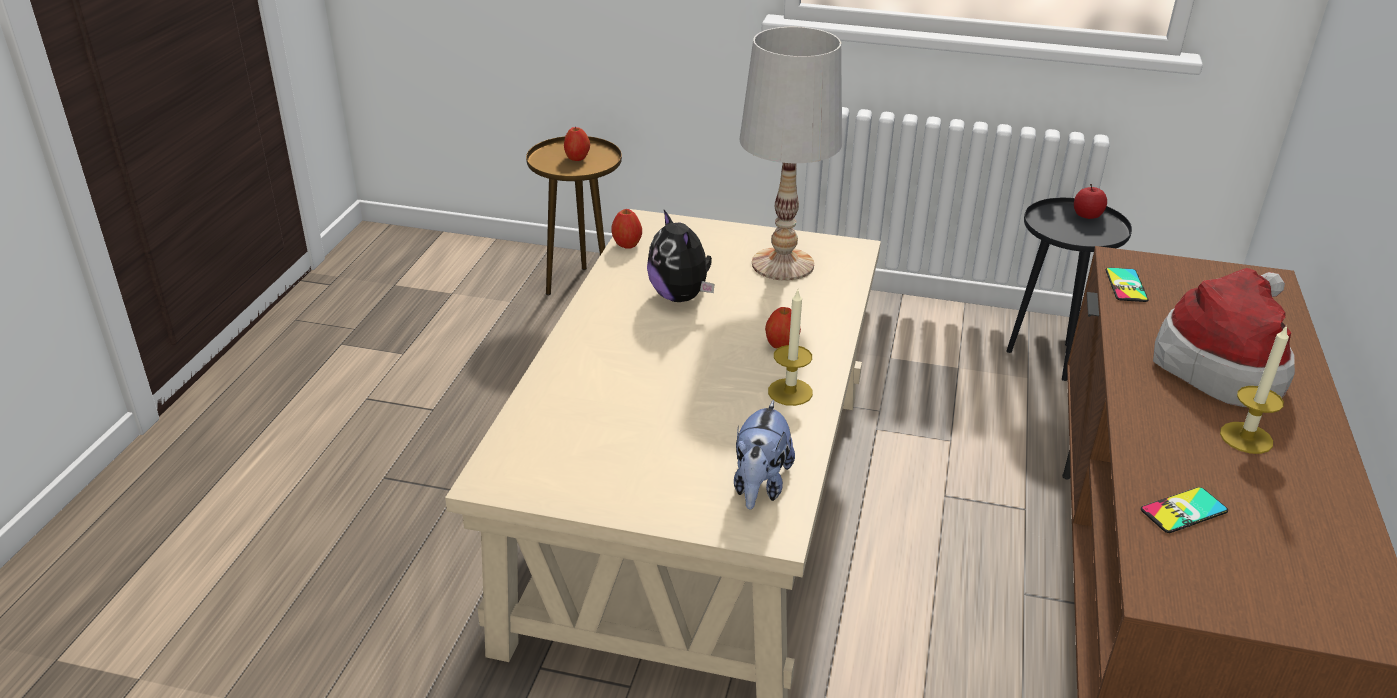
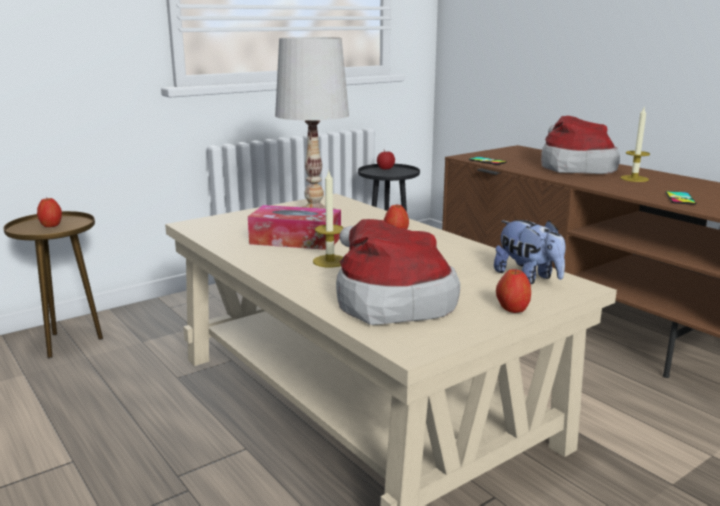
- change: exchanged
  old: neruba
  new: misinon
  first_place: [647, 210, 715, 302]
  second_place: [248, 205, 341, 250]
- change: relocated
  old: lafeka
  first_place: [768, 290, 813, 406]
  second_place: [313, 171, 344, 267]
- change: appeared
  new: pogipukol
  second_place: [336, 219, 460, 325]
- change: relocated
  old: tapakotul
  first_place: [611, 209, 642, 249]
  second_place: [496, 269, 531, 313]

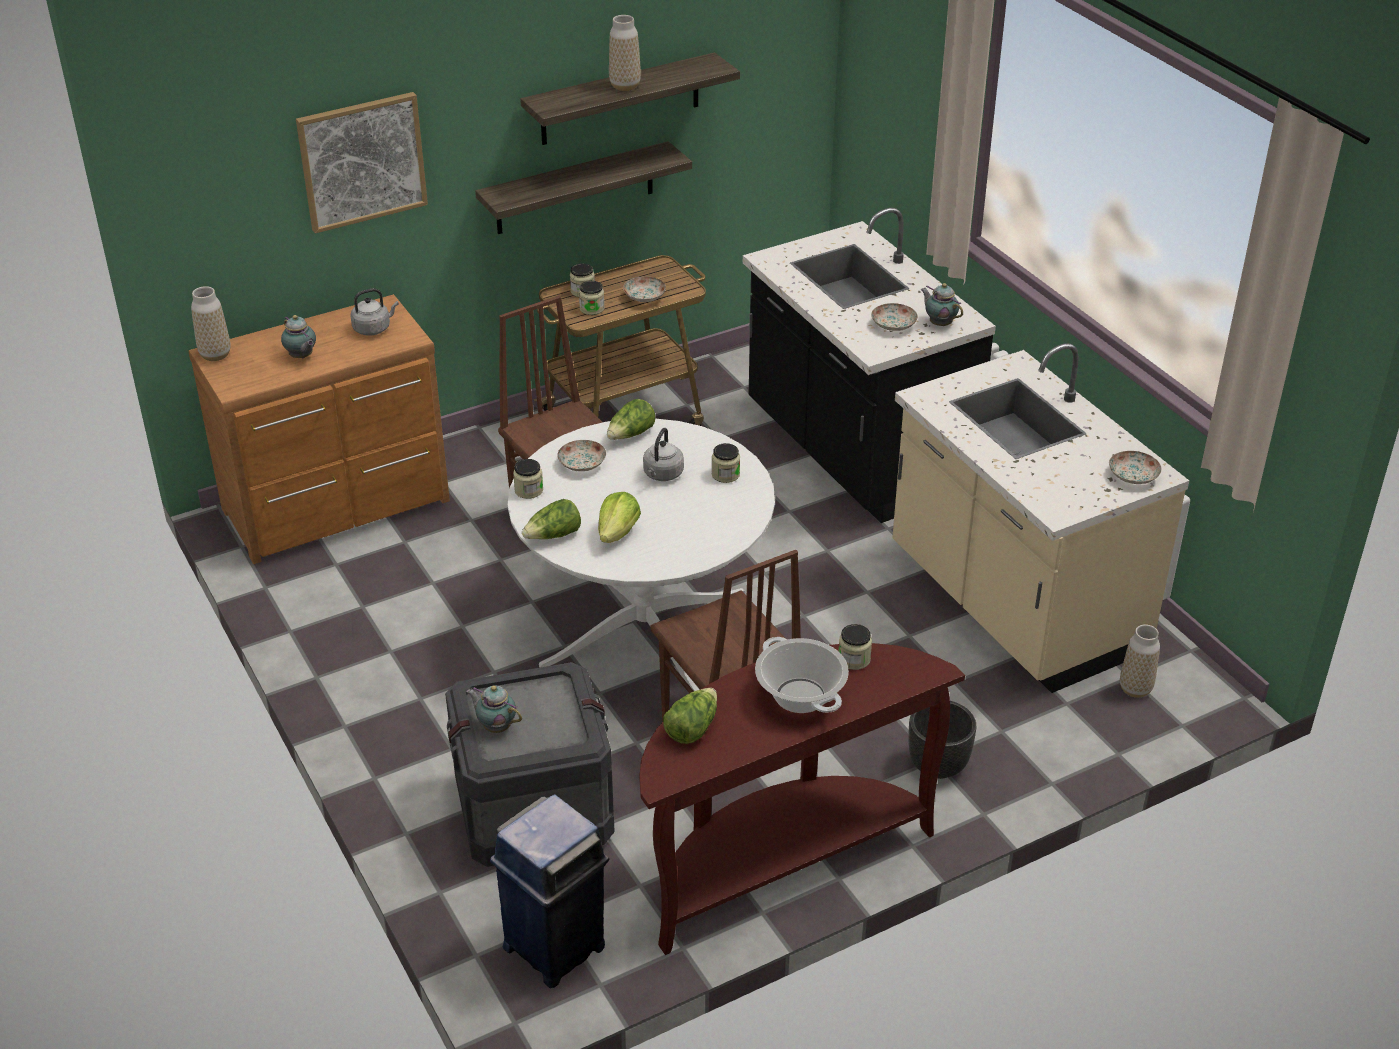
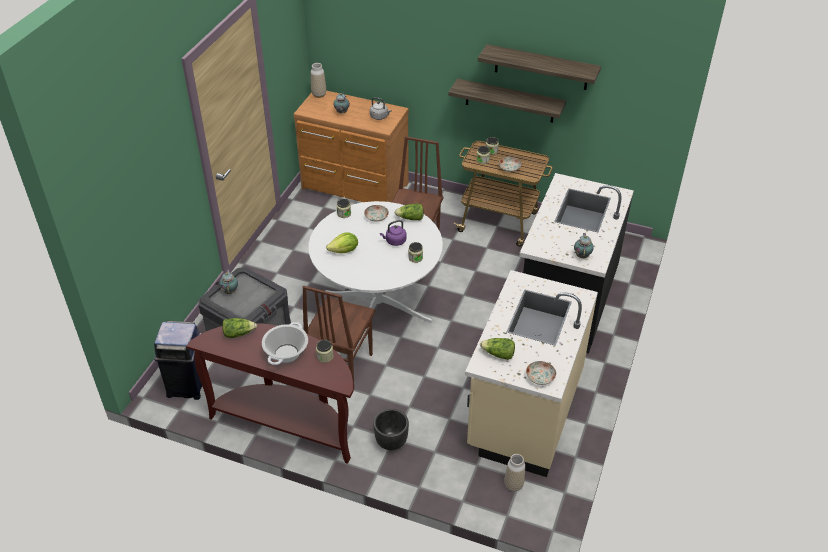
- change: colour
  old: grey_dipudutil
  new: purple_dipudutil
  first_place: [643, 428, 684, 481]
  second_place: [380, 220, 407, 246]
- change: relocated
  old: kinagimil
  first_place: [522, 499, 581, 539]
  second_place: [480, 338, 515, 360]
- change: missing
  old: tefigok
  first_place: [296, 92, 428, 234]
- change: missing
  old: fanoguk
  first_place: [609, 15, 641, 91]
- change: missing
  old: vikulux
  first_place: [871, 303, 918, 331]

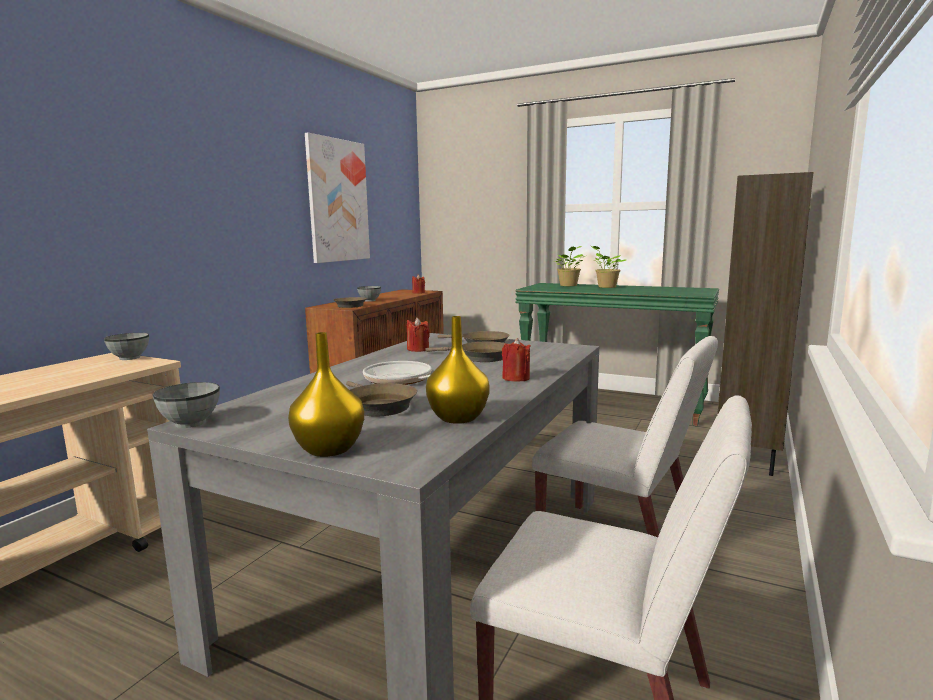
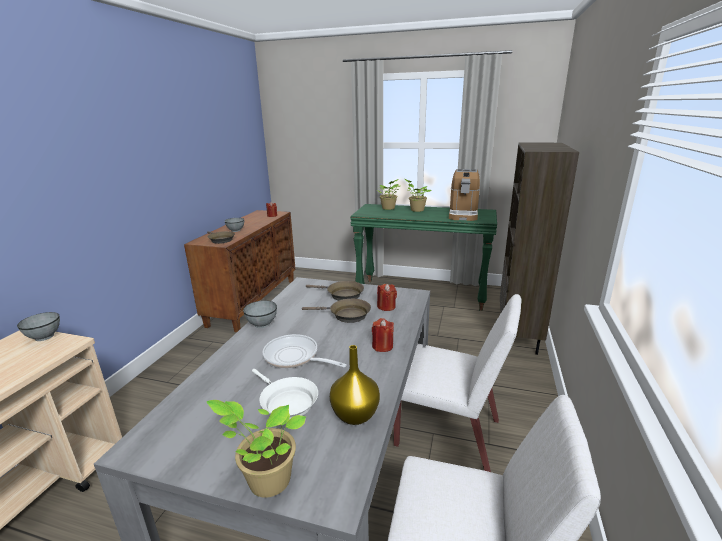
- change: exchanged
  old: yellow_fanoguk
  new: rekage
  first_place: [288, 332, 364, 457]
  second_place: [207, 400, 306, 498]
- change: relocated
  old: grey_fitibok
  first_place: [152, 382, 220, 428]
  second_place: [243, 300, 277, 328]
- change: colour
  old: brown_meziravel
  new: white_meziravel
  first_place: [346, 381, 417, 417]
  second_place: [252, 369, 318, 420]
- change: relocated
  old: red_lafeka
  first_place: [407, 317, 430, 352]
  second_place: [377, 284, 397, 311]
- change: appeared
  new: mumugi
  second_place: [449, 169, 480, 221]
- change: missing
  old: tefigok
  first_place: [305, 133, 370, 263]

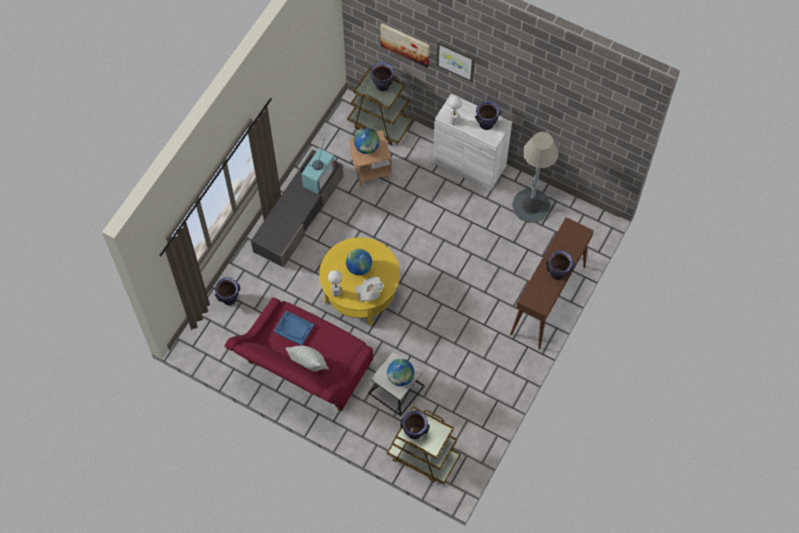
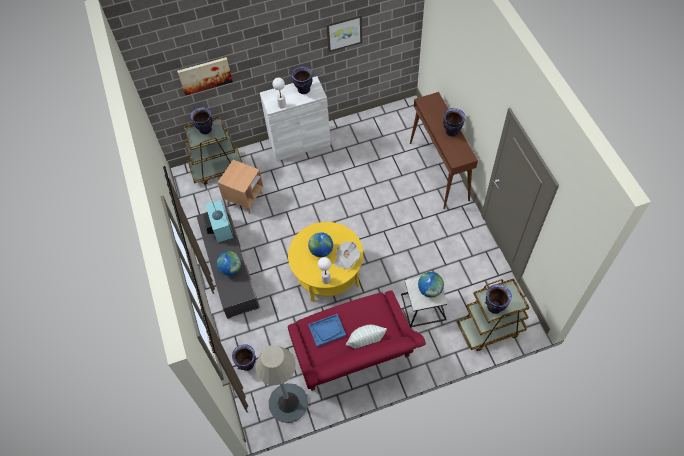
- change: relocated
  old: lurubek
  first_place: [354, 129, 379, 154]
  second_place: [216, 251, 241, 276]
- change: relocated
  old: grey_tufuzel
  first_place: [512, 132, 559, 223]
  second_place: [255, 345, 308, 423]
- change: relocated
  old: tefigok
  first_place: [436, 41, 475, 82]
  second_place: [326, 15, 362, 52]

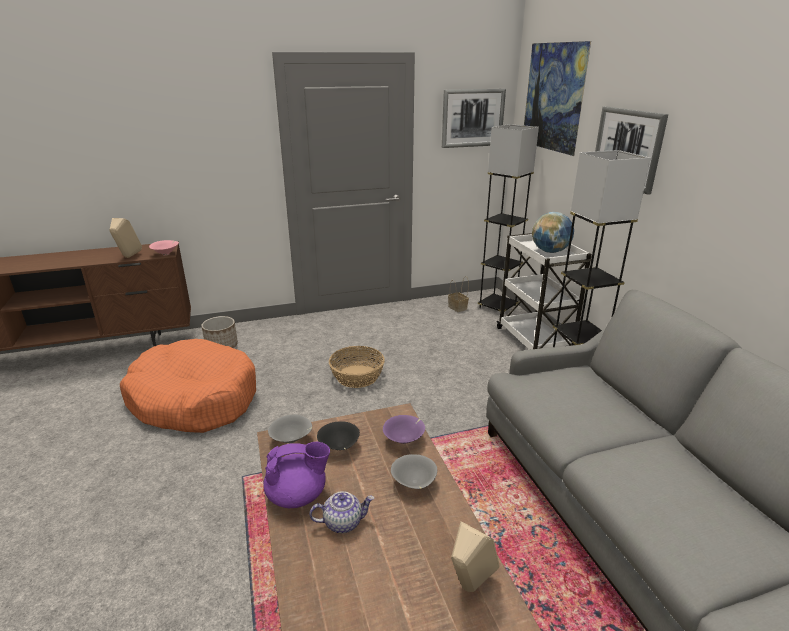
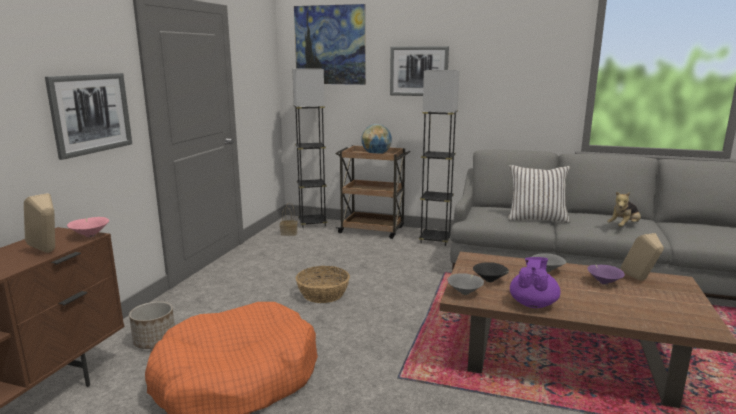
- change: relocated
  old: tefigok
  first_place: [442, 89, 506, 148]
  second_place: [45, 73, 132, 160]
- change: colour
  old: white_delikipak
  new: brown_delikipak
  first_place: [496, 233, 592, 350]
  second_place: [335, 145, 410, 239]
- change: appeared
  new: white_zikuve
  second_place: [508, 165, 570, 223]
- change: relocated
  old: purple_fitibok
  first_place: [383, 415, 425, 444]
  second_place: [587, 265, 625, 285]
- change: appeared
  new: neruba
  second_place: [607, 192, 641, 227]
- change: missing
  old: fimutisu
  first_place: [309, 491, 374, 533]

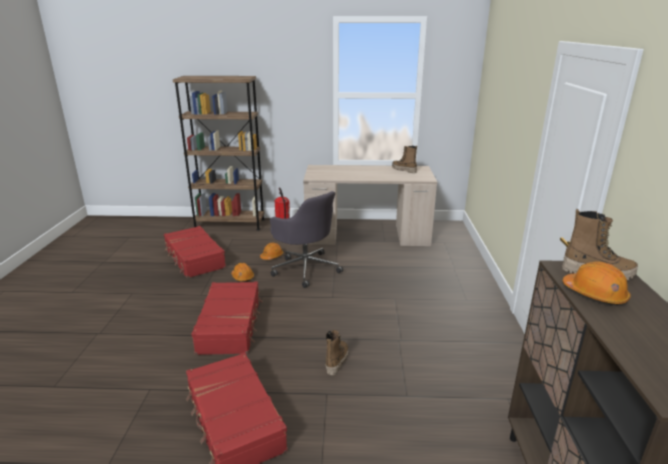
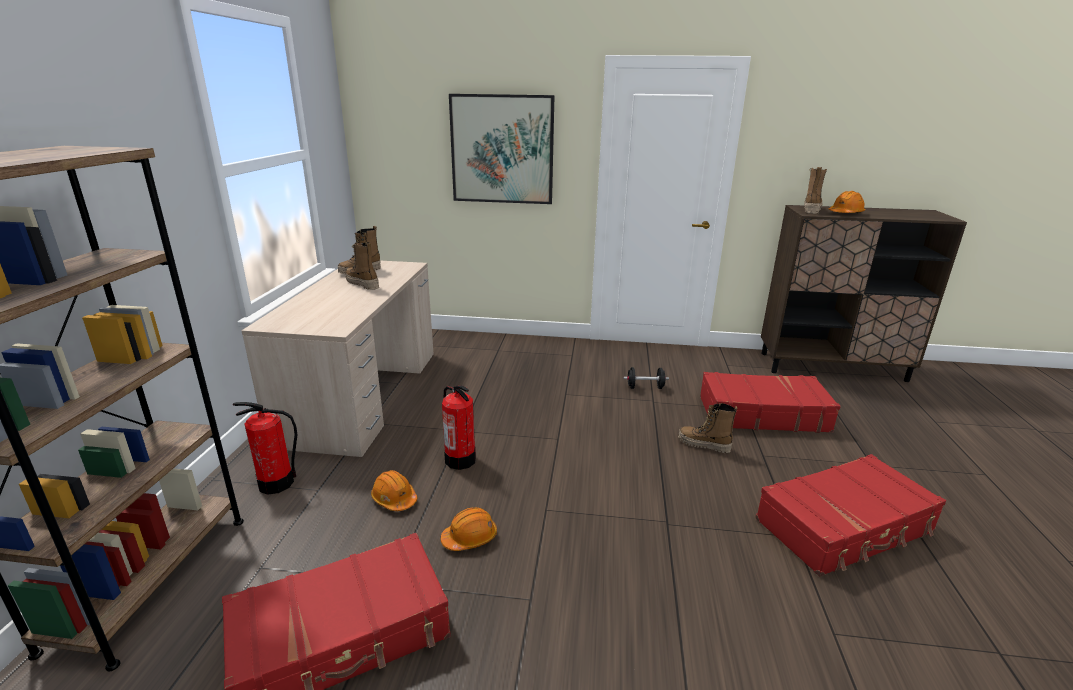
- change: appeared
  new: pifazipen
  second_place: [345, 242, 379, 290]
- change: exchanged
  old: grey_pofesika
  new: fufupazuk
  first_place: [270, 191, 343, 288]
  second_place: [442, 385, 476, 470]
- change: appeared
  new: tefigok
  second_place: [449, 94, 555, 204]
- change: appeared
  new: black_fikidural
  second_place: [623, 367, 669, 389]
- change: relocated
  old: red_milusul
  first_place: [192, 281, 262, 355]
  second_place: [700, 372, 841, 433]

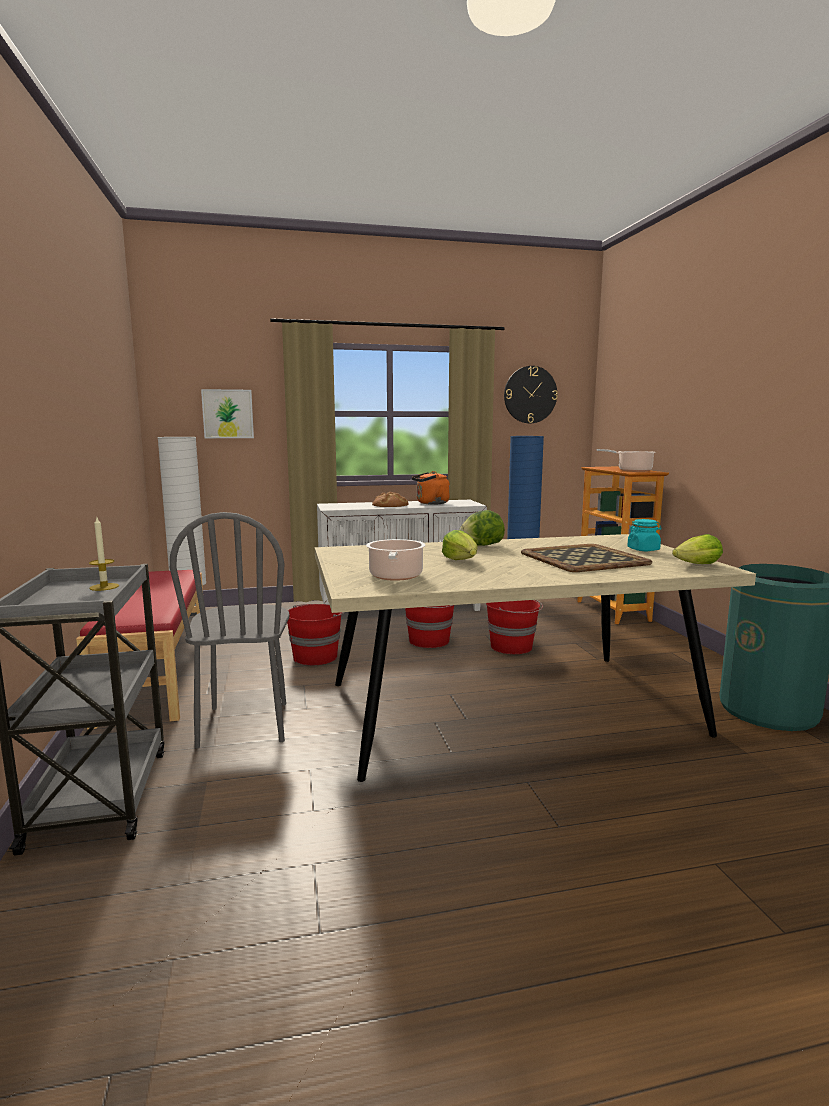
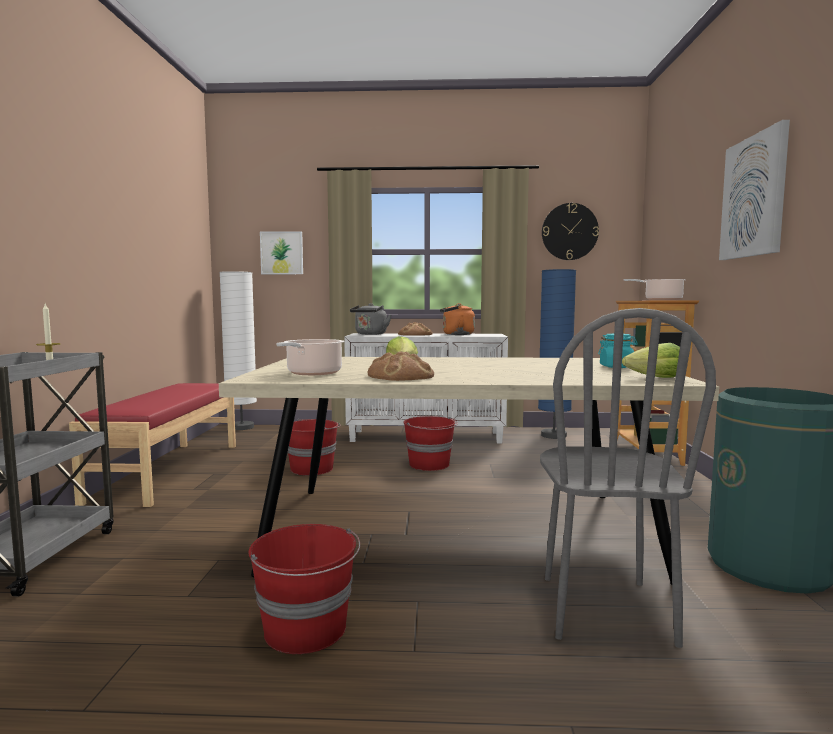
- change: relocated
  old: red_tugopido
  first_place: [486, 600, 543, 654]
  second_place: [249, 524, 360, 654]
- change: appeared
  new: grey_dipudutil
  second_place: [350, 303, 391, 335]
- change: appeared
  new: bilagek
  second_place: [367, 351, 434, 381]
- change: relocated
  old: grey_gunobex
  first_place: [170, 512, 290, 748]
  second_place: [540, 308, 716, 648]
- change: appeared
  new: tefigok
  second_place: [719, 120, 790, 260]
- change: missing
  old: kinagimil
  first_place: [459, 510, 505, 546]
- change: missing
  old: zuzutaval
  first_place: [521, 544, 652, 572]

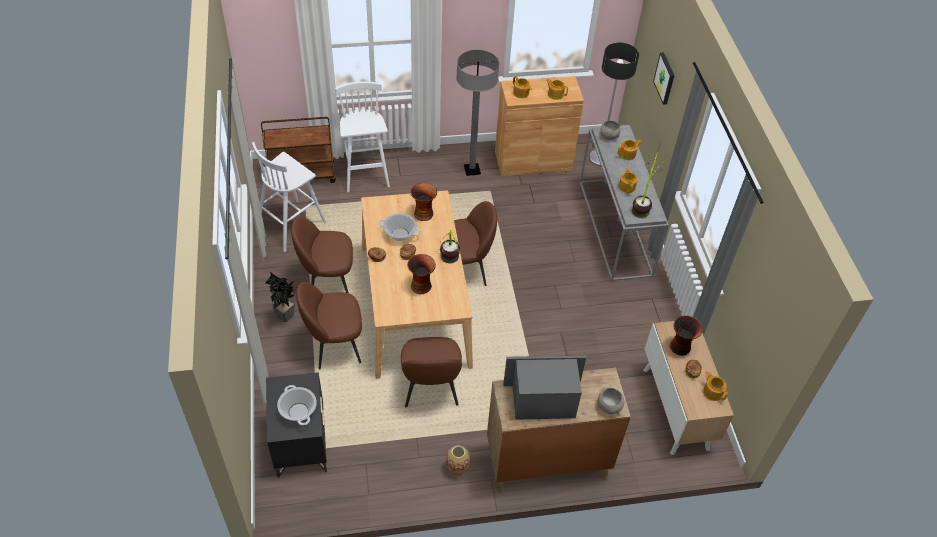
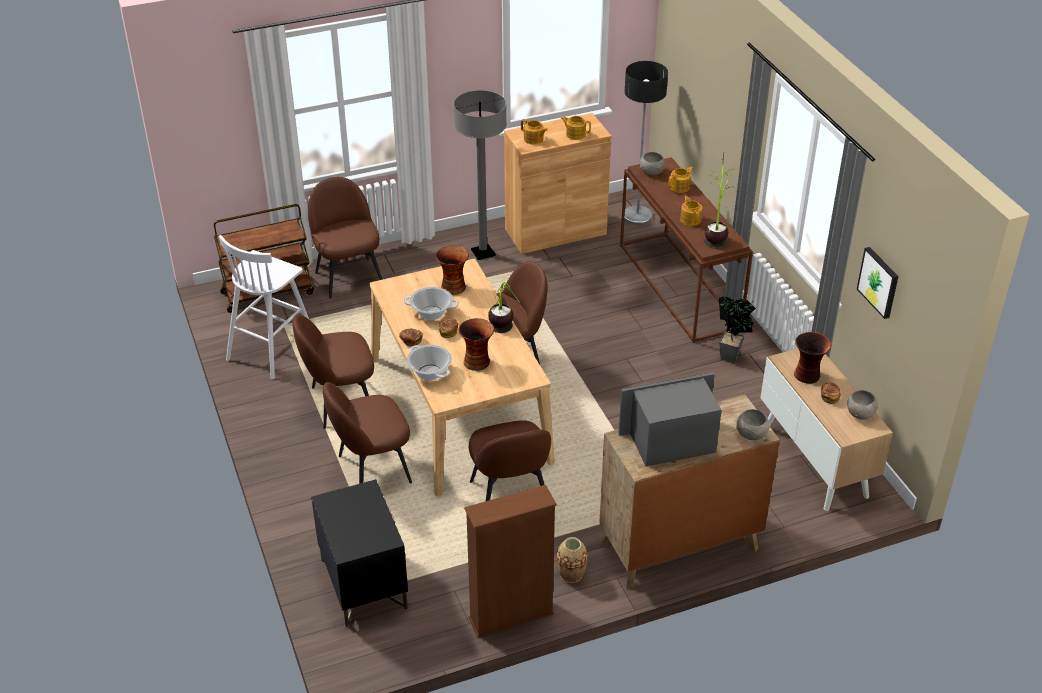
- change: exchanged
  old: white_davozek
  new: brown_gunobex
  first_place: [335, 81, 390, 192]
  second_place: [308, 177, 383, 299]
- change: relocated
  old: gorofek
  first_place: [277, 385, 317, 425]
  second_place: [406, 345, 452, 380]
- change: appeared
  new: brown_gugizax
  second_place: [464, 485, 557, 638]
- change: colour
  old: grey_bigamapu
  new: brown_bigamapu
  first_place: [579, 125, 669, 282]
  second_place: [620, 157, 753, 343]
- change: relocated
  old: rekage
  first_place: [265, 272, 295, 323]
  second_place: [719, 297, 756, 363]
- change: exchanged
  old: fimutisu
  new: grey_fitibok
  first_place: [703, 372, 728, 401]
  second_place: [847, 390, 878, 420]
- change: relocated
  old: tefigok
  first_place: [653, 52, 674, 105]
  second_place: [857, 247, 899, 319]

